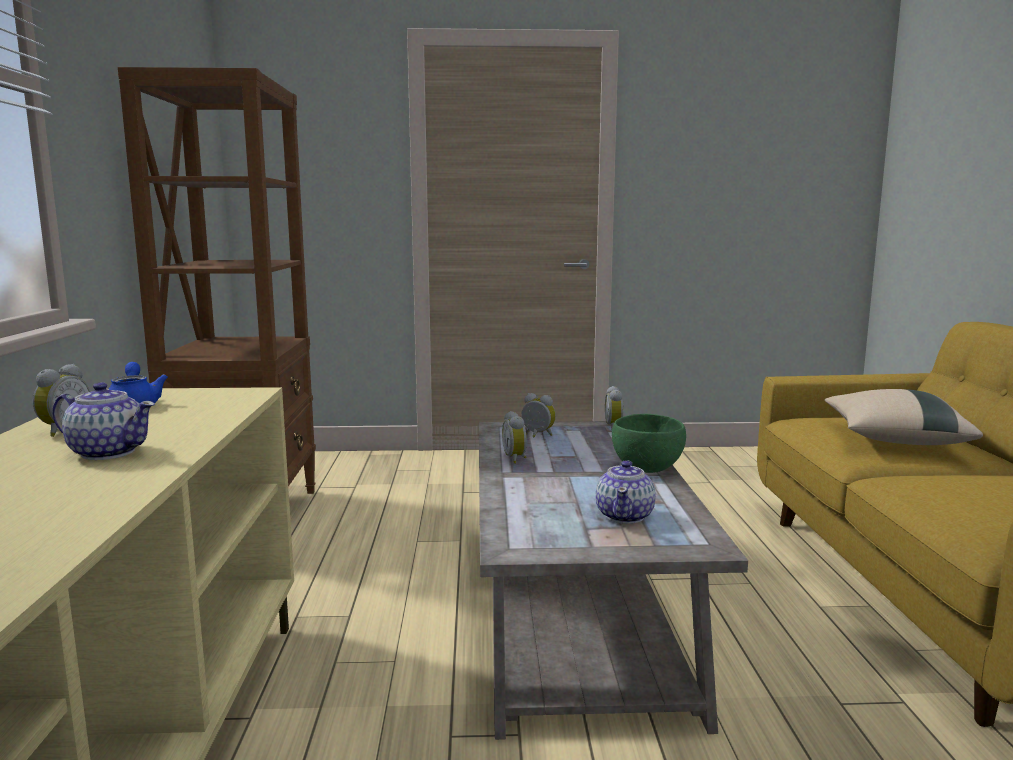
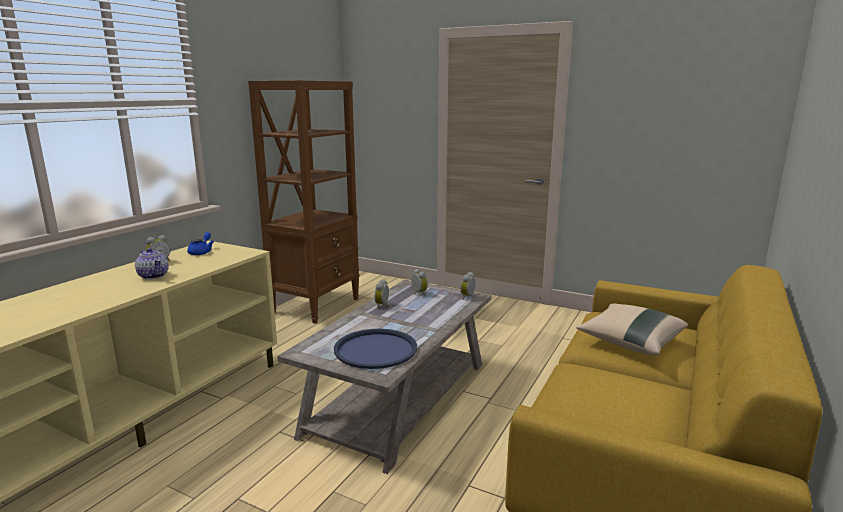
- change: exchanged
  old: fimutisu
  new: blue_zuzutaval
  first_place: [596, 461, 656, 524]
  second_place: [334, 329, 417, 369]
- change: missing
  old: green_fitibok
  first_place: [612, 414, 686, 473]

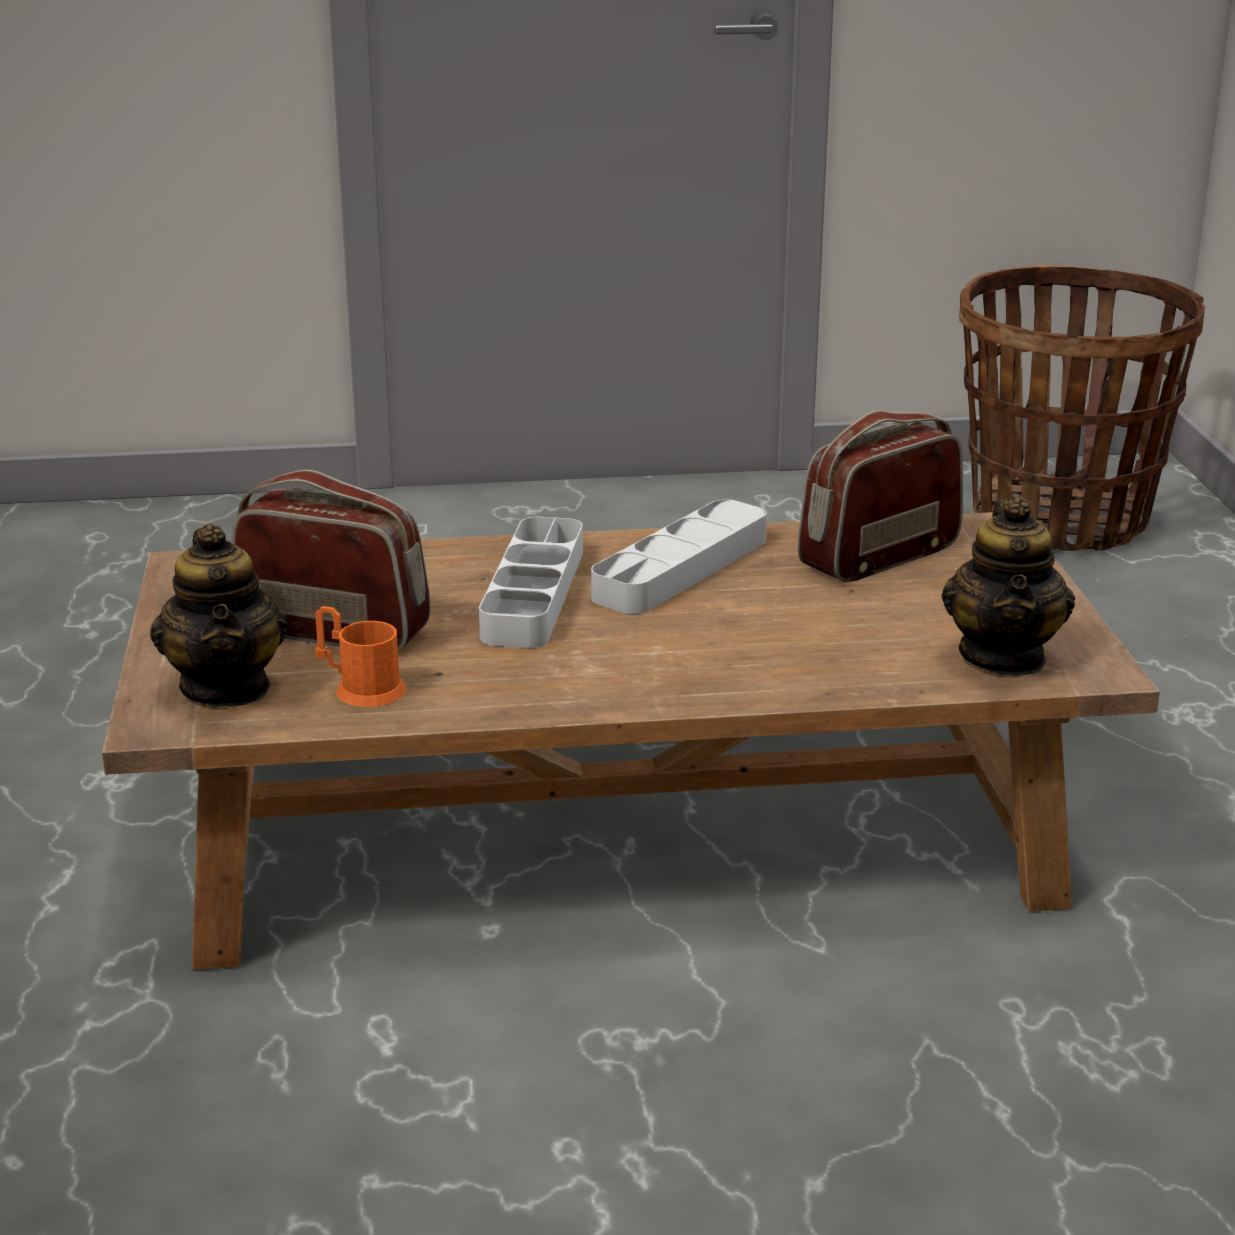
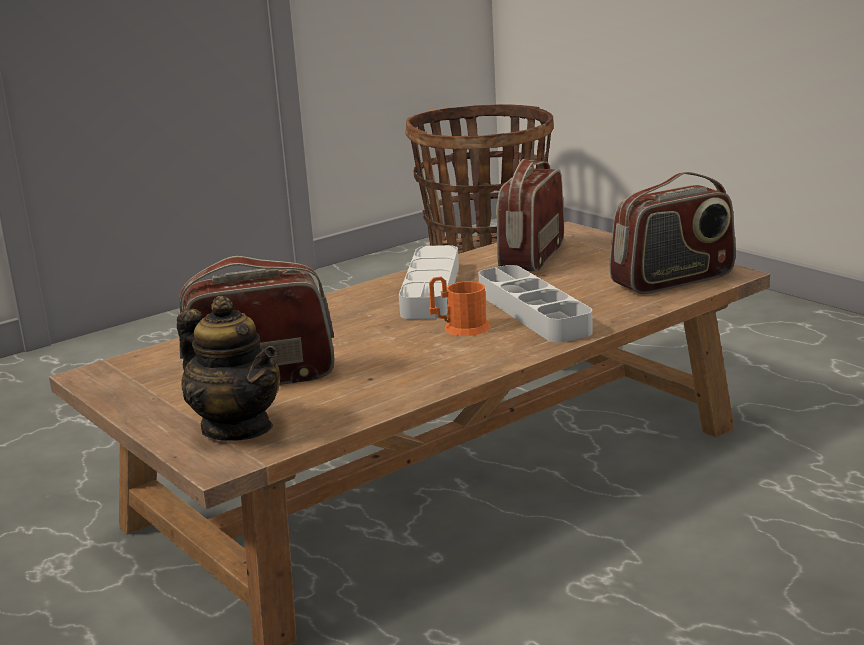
- change: relocated
  old: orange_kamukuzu
  first_place: [315, 606, 406, 707]
  second_place: [429, 276, 491, 336]
- change: relocated
  old: grey_zuzutaval
  first_place: [479, 517, 583, 648]
  second_place: [478, 265, 593, 342]
- change: exchanged
  old: fimutisu
  new: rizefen
  first_place: [941, 496, 1075, 676]
  second_place: [610, 172, 736, 294]

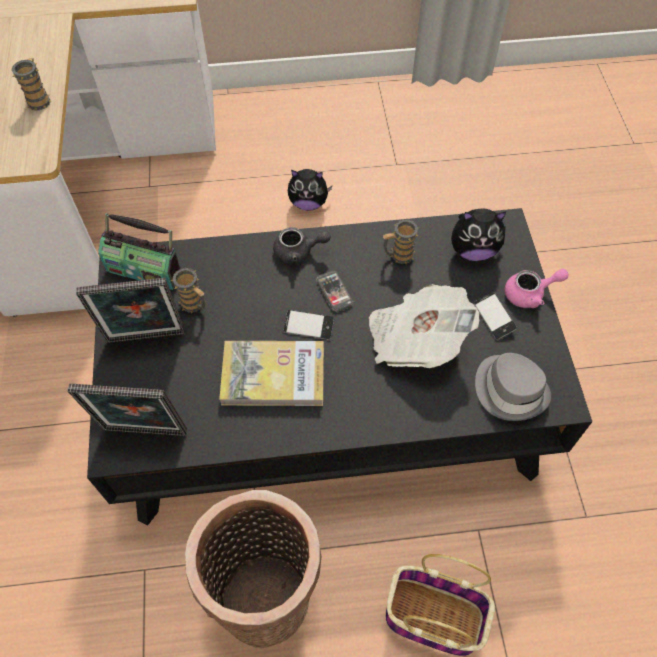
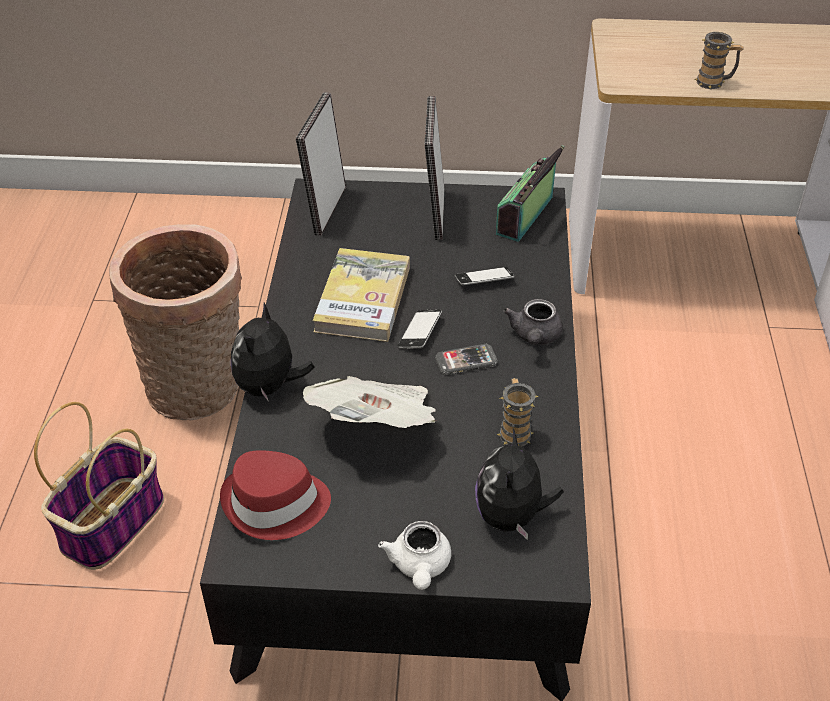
- change: colour
  old: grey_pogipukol
  new: red_pogipukol
  first_place: [475, 353, 551, 421]
  second_place: [220, 450, 331, 540]
- change: relocated
  old: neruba
  first_place: [288, 169, 332, 211]
  second_place: [231, 303, 315, 402]
- change: colour
  old: pink_fimutisu
  new: white_fimutisu
  first_place: [505, 269, 569, 308]
  second_place: [378, 521, 451, 590]
- change: relocated
  old: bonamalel
  first_place: [474, 292, 517, 340]
  second_place: [455, 267, 514, 285]
- change: missing
  old: kamukuzu
  first_place: [171, 268, 206, 313]

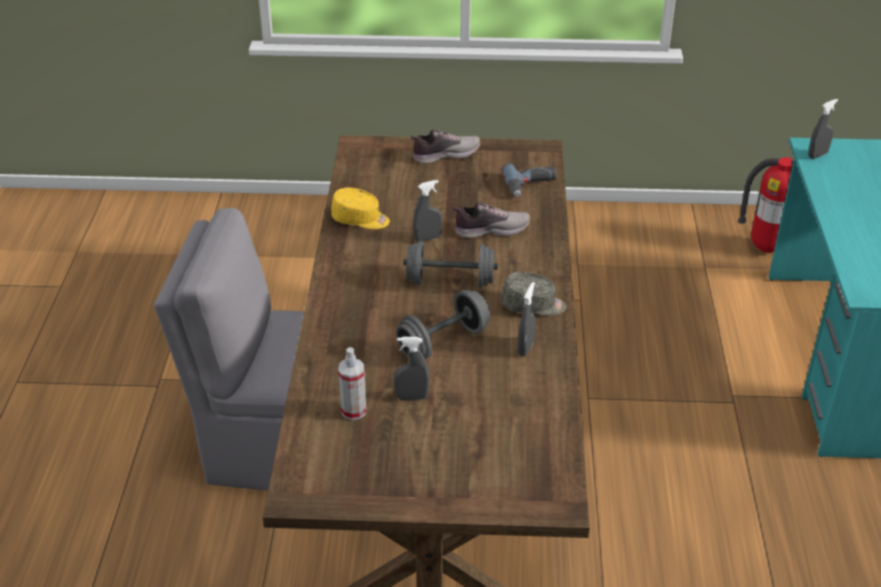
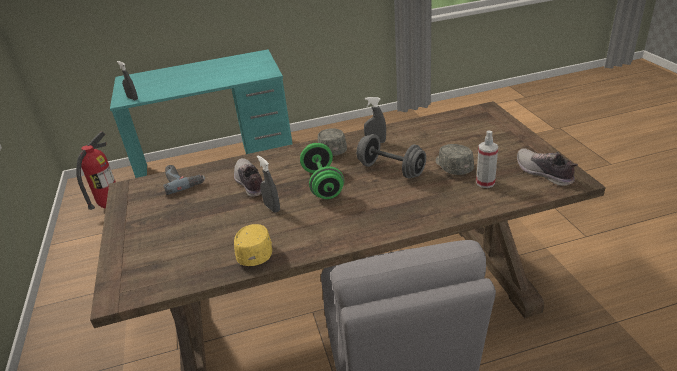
- change: colour
  old: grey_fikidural
  new: green_fikidural
  first_place: [403, 241, 498, 288]
  second_place: [300, 143, 344, 199]
- change: exchanged
  old: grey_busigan
  new: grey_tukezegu
  first_place: [394, 337, 430, 400]
  second_place: [436, 144, 474, 175]
- change: relocated
  old: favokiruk
  first_place: [411, 129, 481, 164]
  second_place: [517, 148, 578, 186]

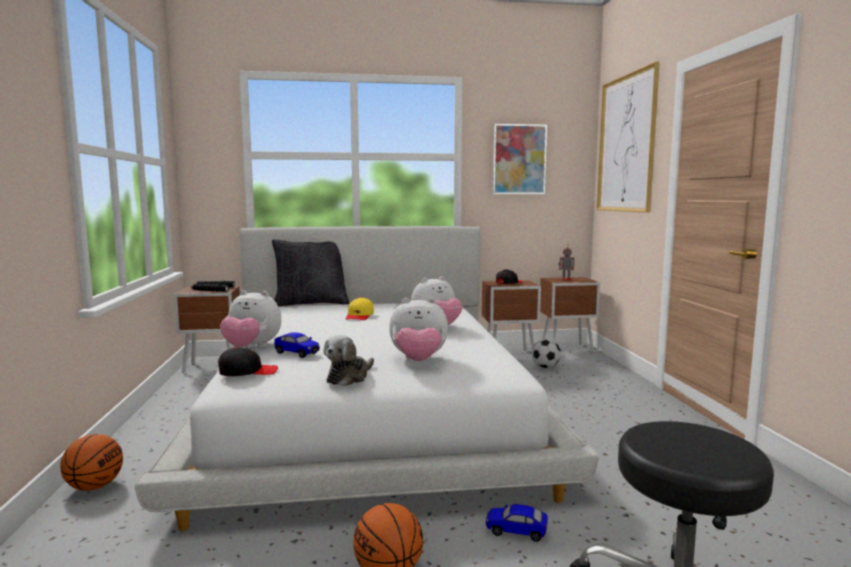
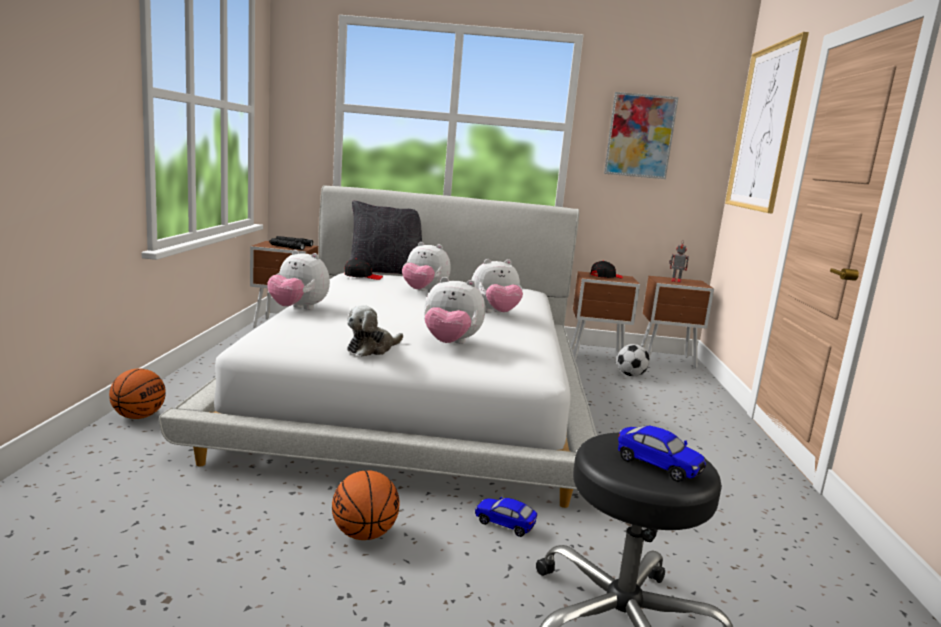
- change: relocated
  old: black_tukezegu
  first_place: [218, 347, 278, 376]
  second_place: [345, 259, 383, 280]
- change: exchanged
  old: yellow_tukezegu
  new: neruba
  first_place: [346, 297, 374, 320]
  second_place: [402, 242, 451, 292]
- change: relocated
  old: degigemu
  first_place: [275, 333, 320, 358]
  second_place: [618, 426, 706, 482]

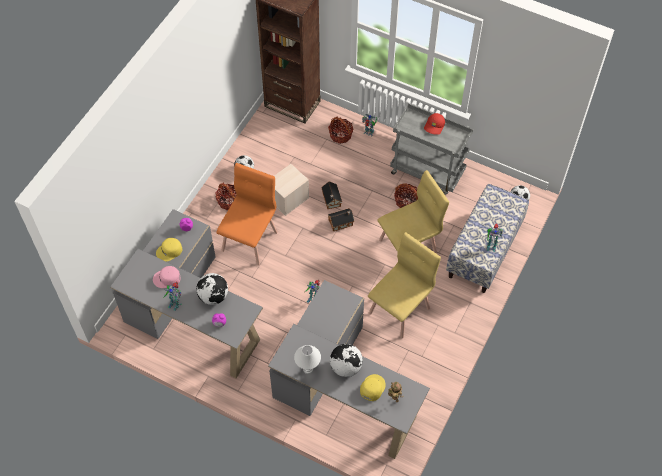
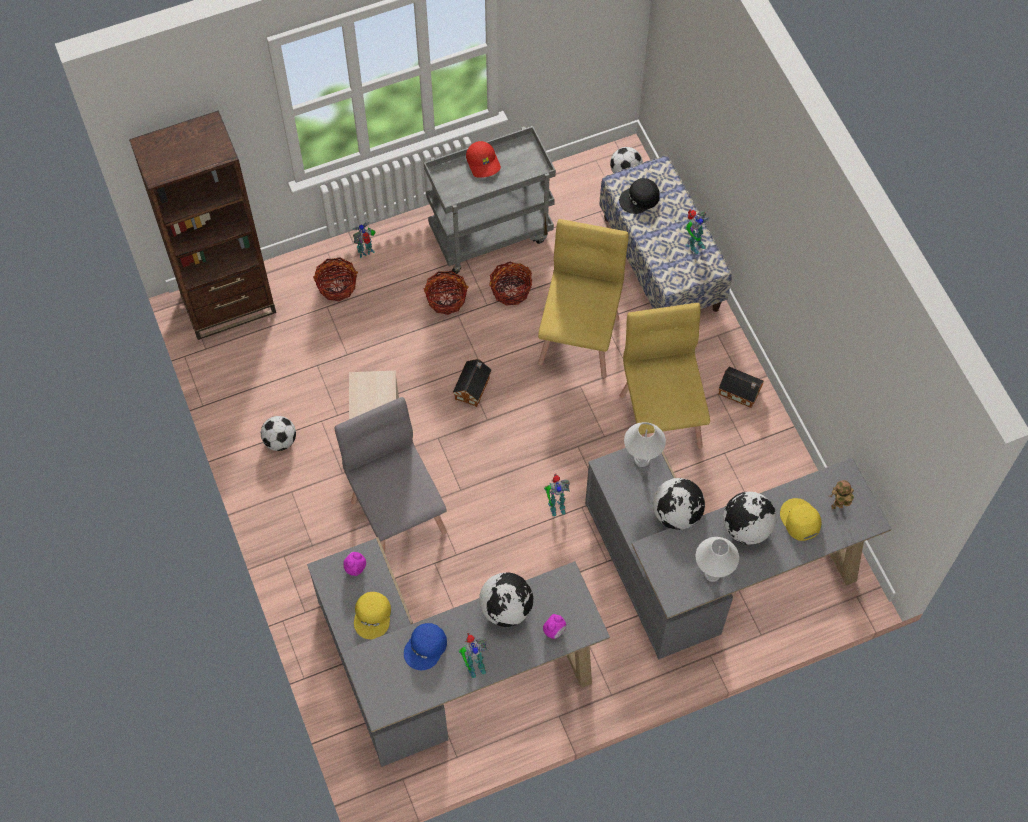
- change: colour
  old: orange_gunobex
  new: grey_gunobex
  first_place: [216, 163, 278, 266]
  second_place: [335, 397, 447, 552]
- change: colour
  old: pink_tukezegu
  new: blue_tukezegu
  first_place: [153, 266, 180, 288]
  second_place: [404, 623, 447, 670]
- change: relocated
  old: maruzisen
  first_place: [215, 182, 236, 210]
  second_place: [423, 271, 468, 315]
- change: appeared
  new: black_tukezegu
  second_place: [619, 178, 660, 214]
- change: appeared
  new: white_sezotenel
  second_place: [624, 422, 666, 467]
- change: appeared
  new: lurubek
  second_place: [653, 478, 705, 530]
- change: relocated
  old: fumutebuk
  first_place: [321, 182, 342, 209]
  second_place: [719, 367, 764, 408]

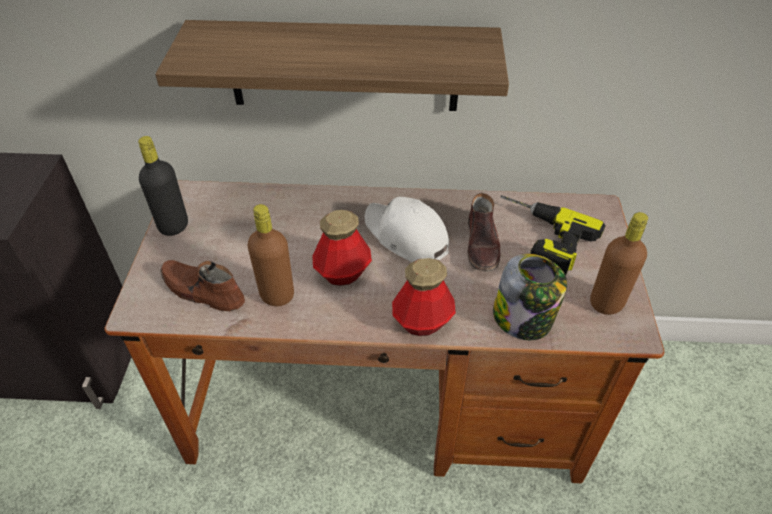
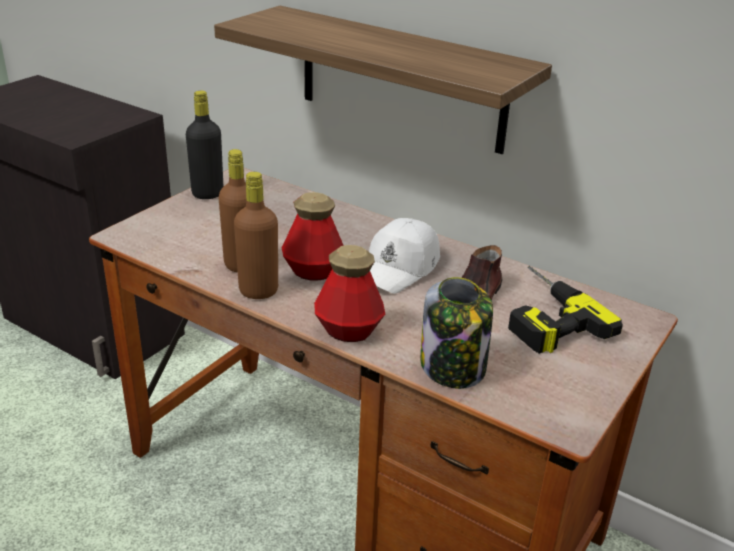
- change: relocated
  old: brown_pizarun
  first_place: [590, 212, 648, 315]
  second_place: [234, 172, 278, 299]
- change: spun
  old: white_tukezegu
  first_place: [365, 197, 449, 262]
  second_place: [369, 218, 440, 294]
  degrees: -135
- change: missing
  old: brown_favokiruk
  first_place: [160, 260, 245, 311]

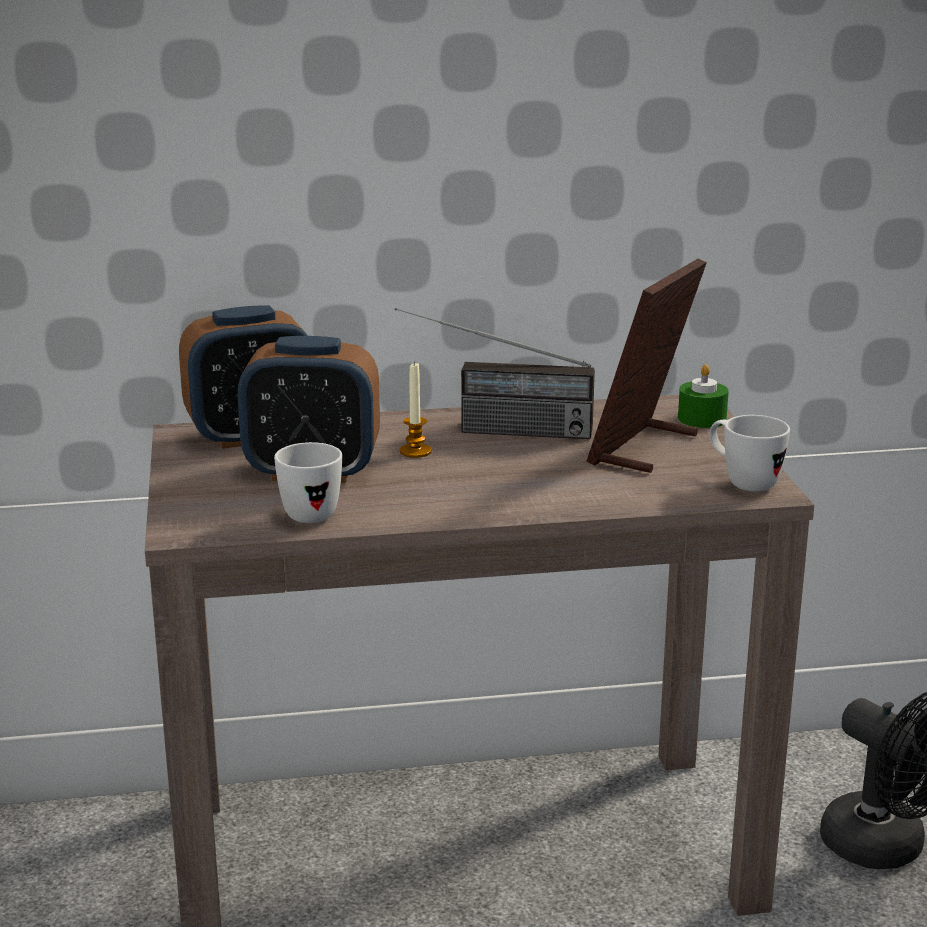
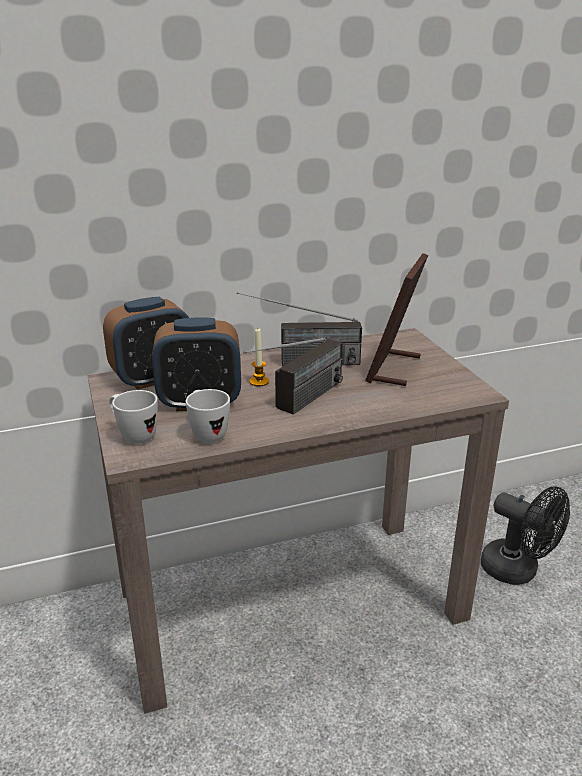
- change: relocated
  old: white_kamukuzu
  first_place: [709, 415, 790, 492]
  second_place: [109, 390, 158, 444]
- change: appeared
  new: rizefen
  second_place: [244, 338, 343, 415]
- change: missing
  old: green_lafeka
  first_place: [678, 364, 729, 428]

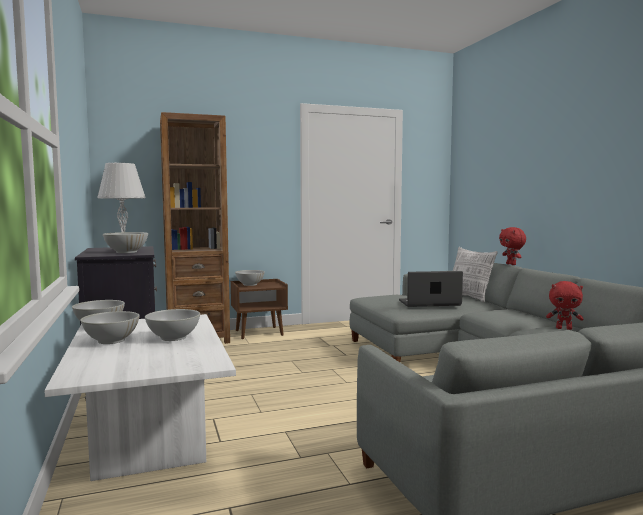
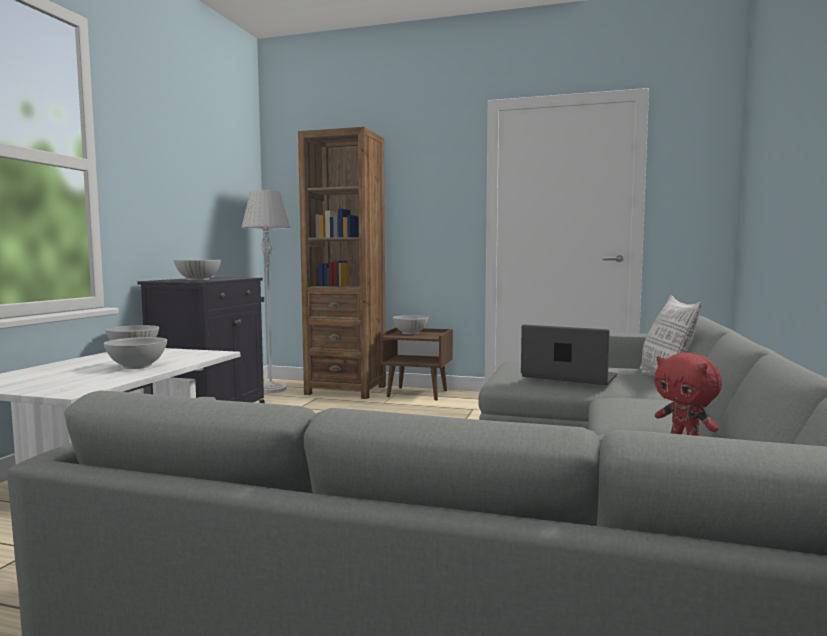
- change: missing
  old: white_fitibok
  first_place: [80, 311, 140, 344]
- change: missing
  old: red_neruba
  first_place: [499, 227, 526, 265]

